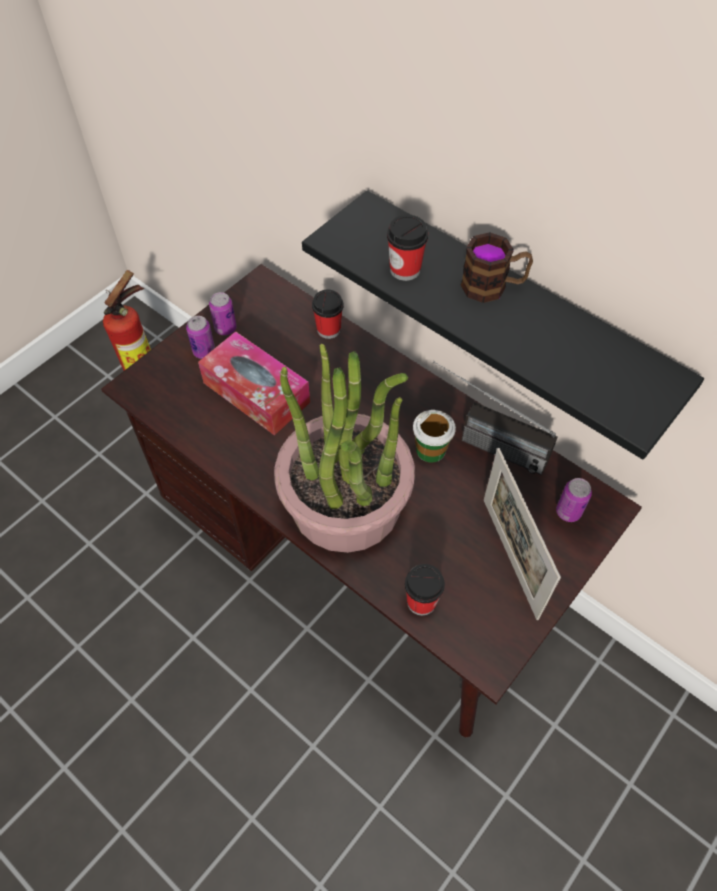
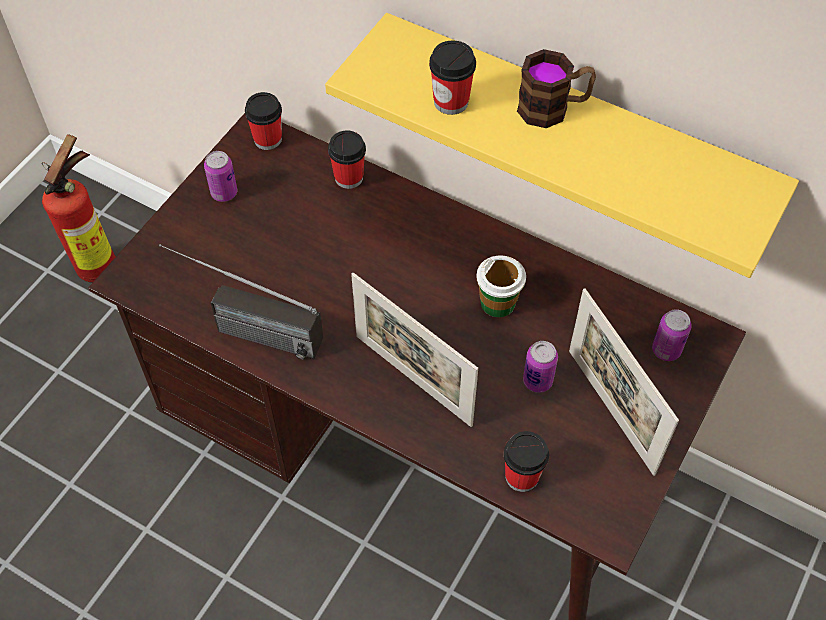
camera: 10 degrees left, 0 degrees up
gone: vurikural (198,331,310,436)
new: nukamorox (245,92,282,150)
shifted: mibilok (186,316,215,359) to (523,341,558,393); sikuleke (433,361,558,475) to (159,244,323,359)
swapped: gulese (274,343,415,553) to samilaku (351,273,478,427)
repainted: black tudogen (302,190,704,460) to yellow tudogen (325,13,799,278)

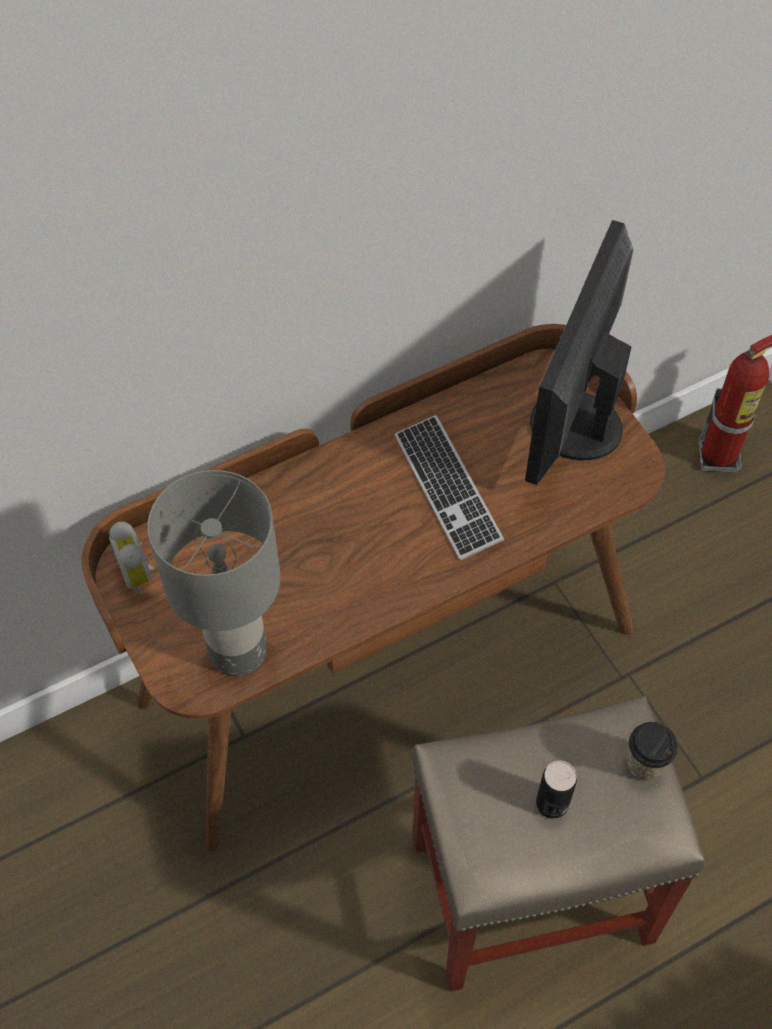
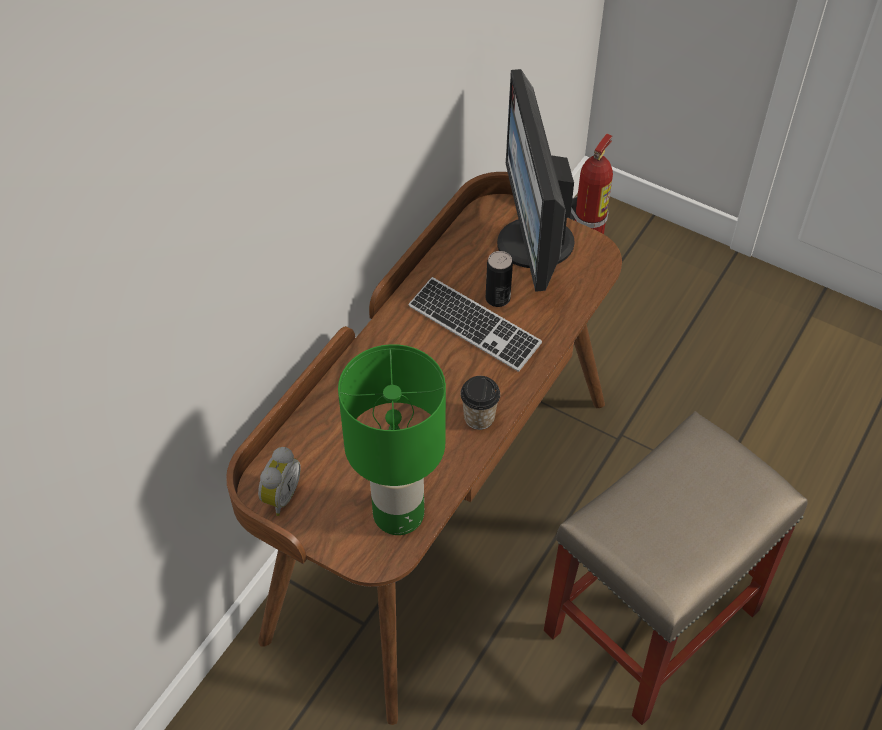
camera: 30 degrees left, 5 degrees down
shifted: mibilok (536,760,577,819) to (486,251,513,307); nukamorox (627,722,678,781) to (460,376,500,430)
repainted: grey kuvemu (147,470,281,676) to green kuvemu (338,344,446,535)
rotated: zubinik (109,521,155,597) = (258,447,301,516) 105 degrees counterclockwise

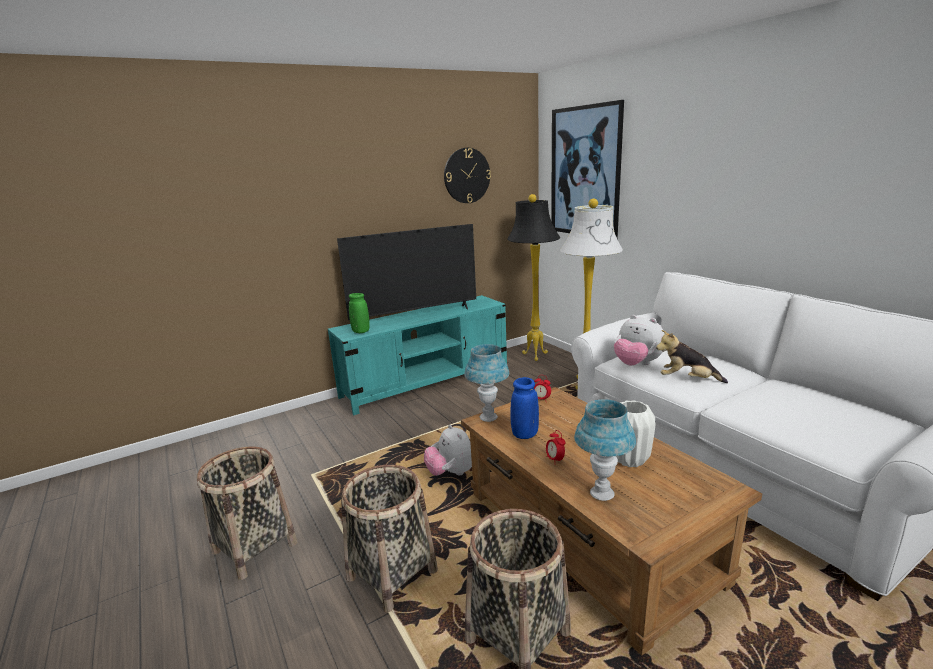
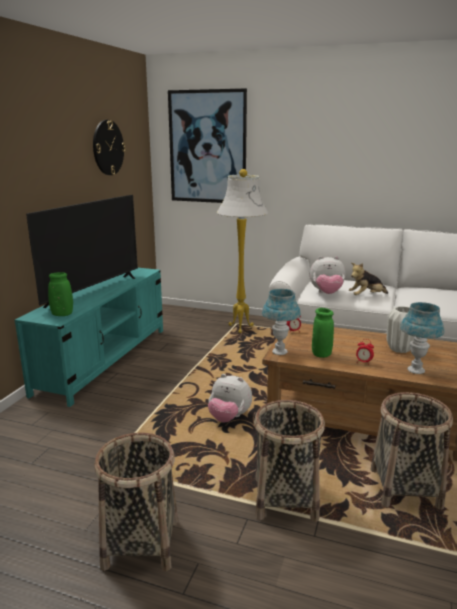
camera: 40 degrees left, 0 degrees up
gone: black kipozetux (507,194,560,361)
repainted: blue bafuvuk (510,377,539,439) to green bafuvuk (312,308,334,358)

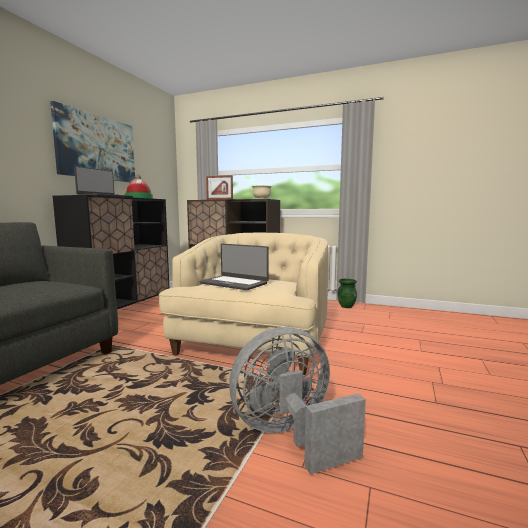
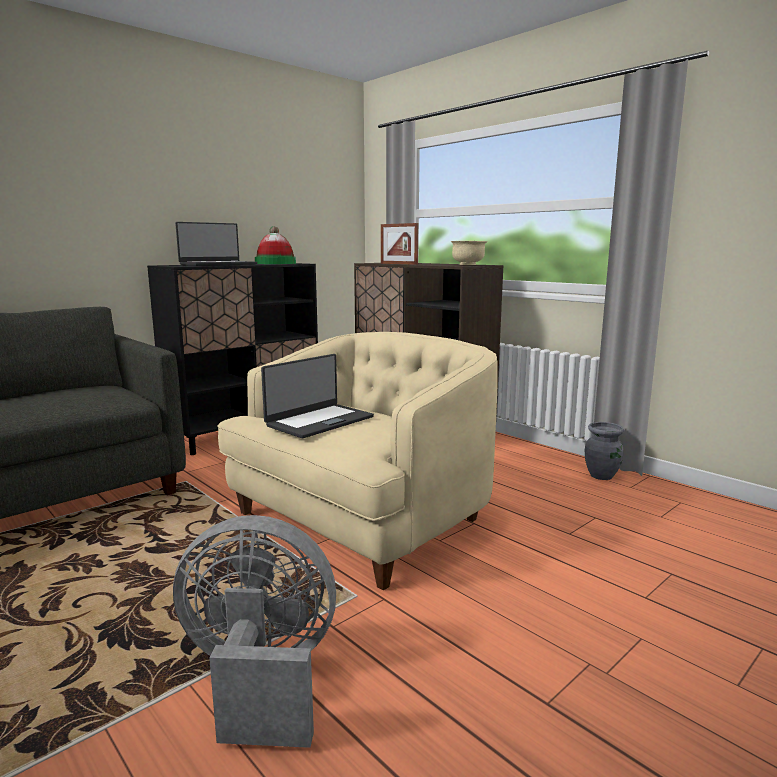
camera: 25 degrees right, 5 degrees up
gone: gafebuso (50,101,135,182)
repainted: green bafuvuk (337,278,357,308) to grey bafuvuk (585,422,624,480)
rotated: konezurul (199,244,269,290) = (261,354,374,438) 105 degrees counterclockwise

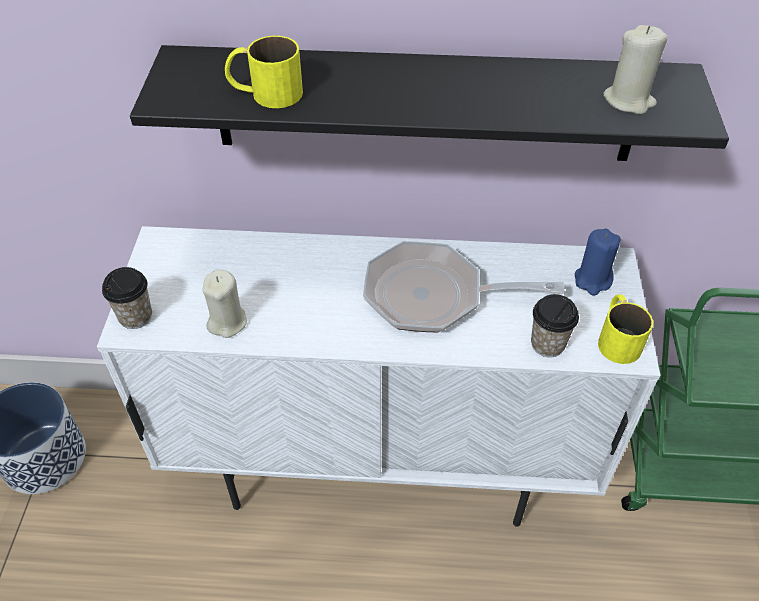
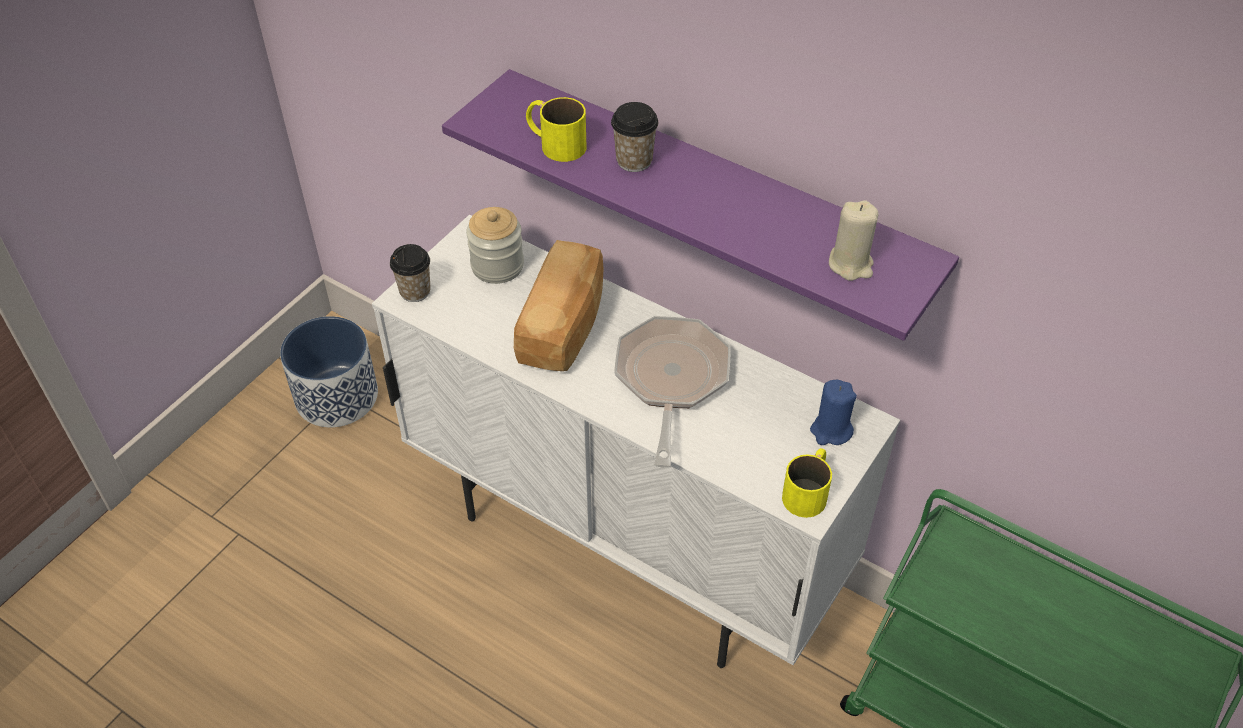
camera: 30 degrees right, 0 degrees up
gone: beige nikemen (203,269,247,338)
new: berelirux (466,207,524,284); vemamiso (514,240,603,371)
shifted: nukamorox (531,294,579,357) to (611,102,658,172)
repainted: black tudogen (130,45,729,161) to purple tudogen (442,69,959,341)
rotated: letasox (363,241,565,332) = (614,316,730,468) 60 degrees clockwise

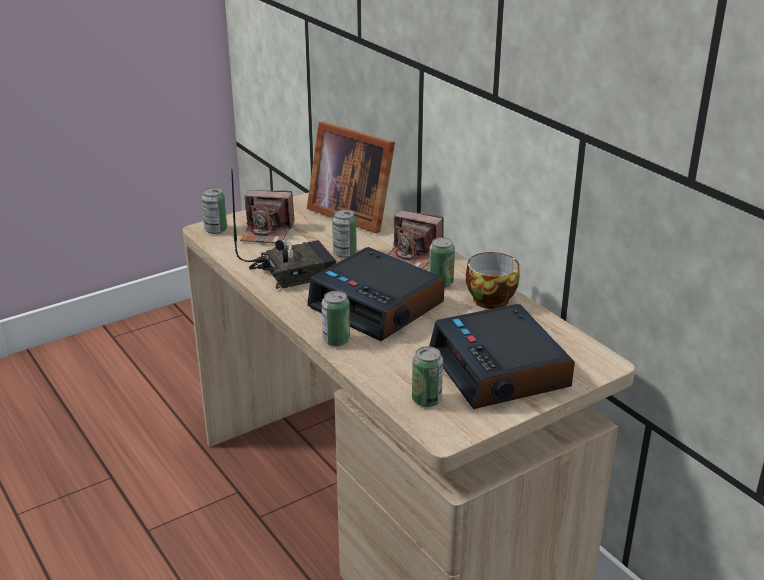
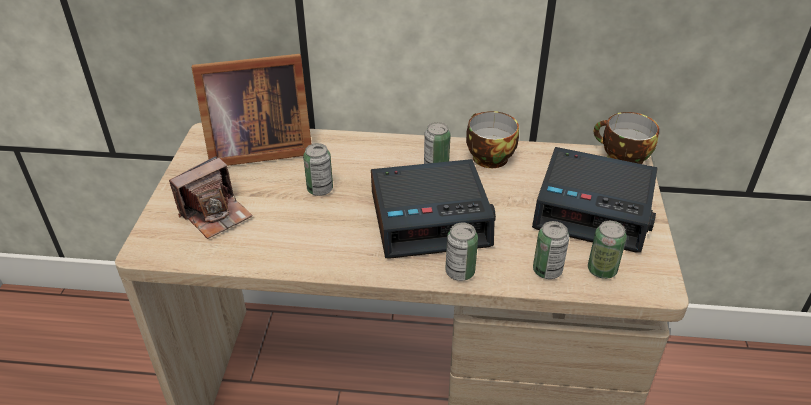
camera: 50 degrees left, 10 degrees up
gone: sikuleke (232,169,336,289); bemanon (387,210,444,269)
new: nukamorox (594,112,659,164)
shifted: mibilok (201,188,227,234) to (533,221,569,279)

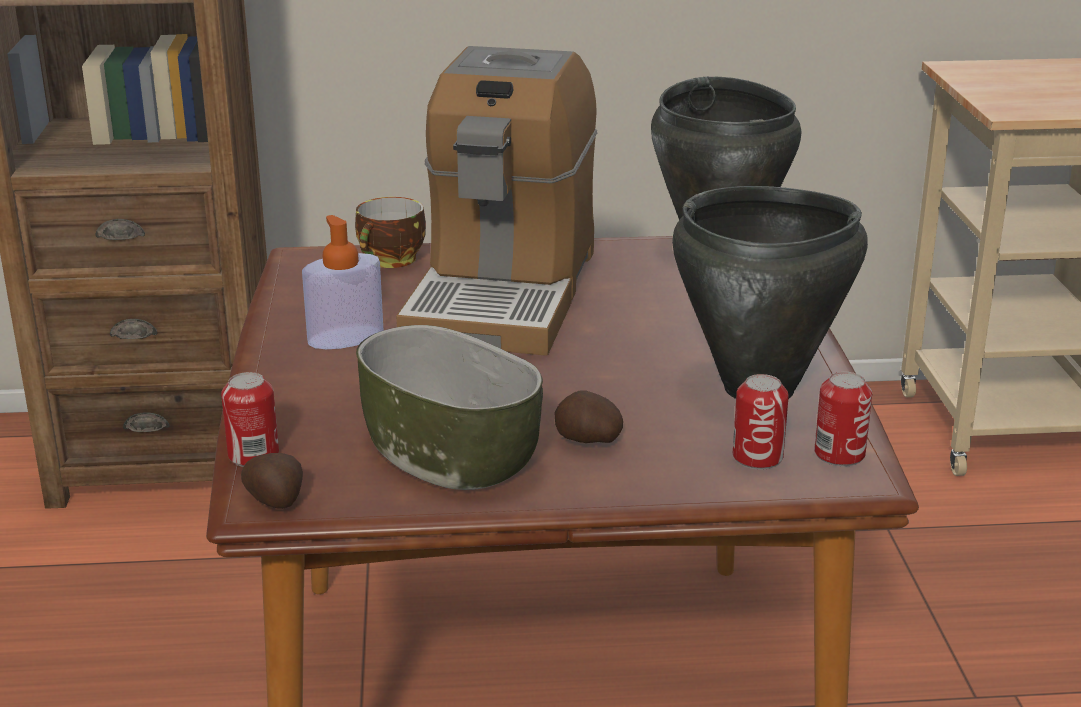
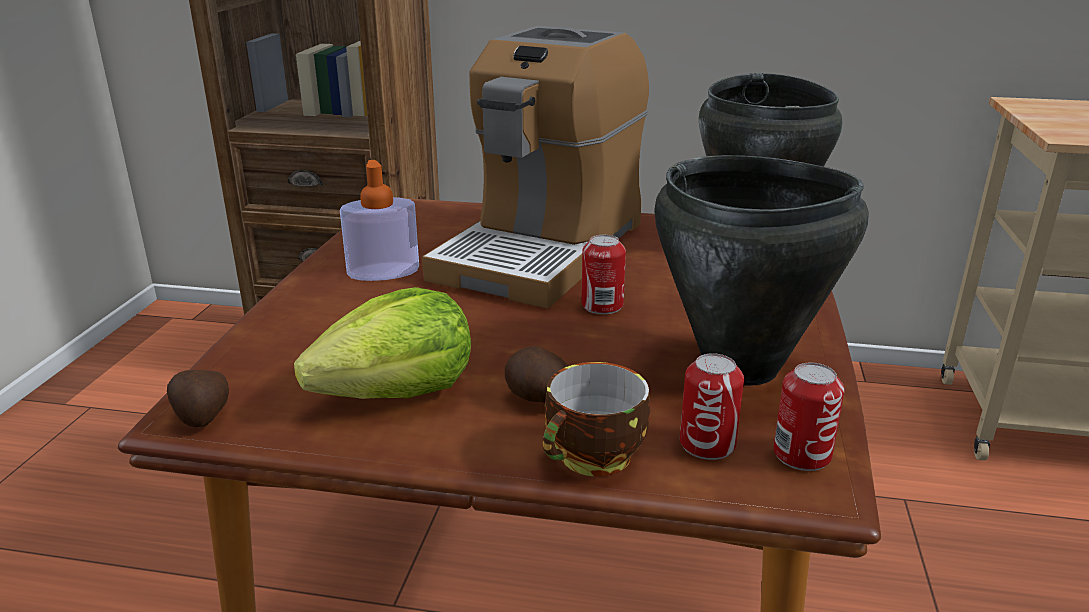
camera: 15 degrees right, 0 degrees up
shifted: mibilok (221,372,279,467) to (581,235,626,314); nukamorox (355,197,426,268) to (543,362,650,476)
swapped: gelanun (356,325,543,490) to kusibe (294,287,471,399)

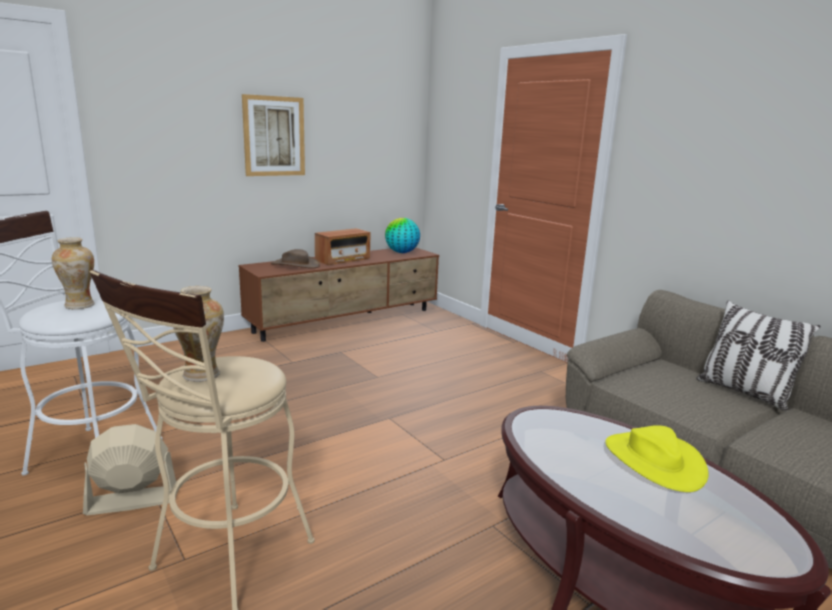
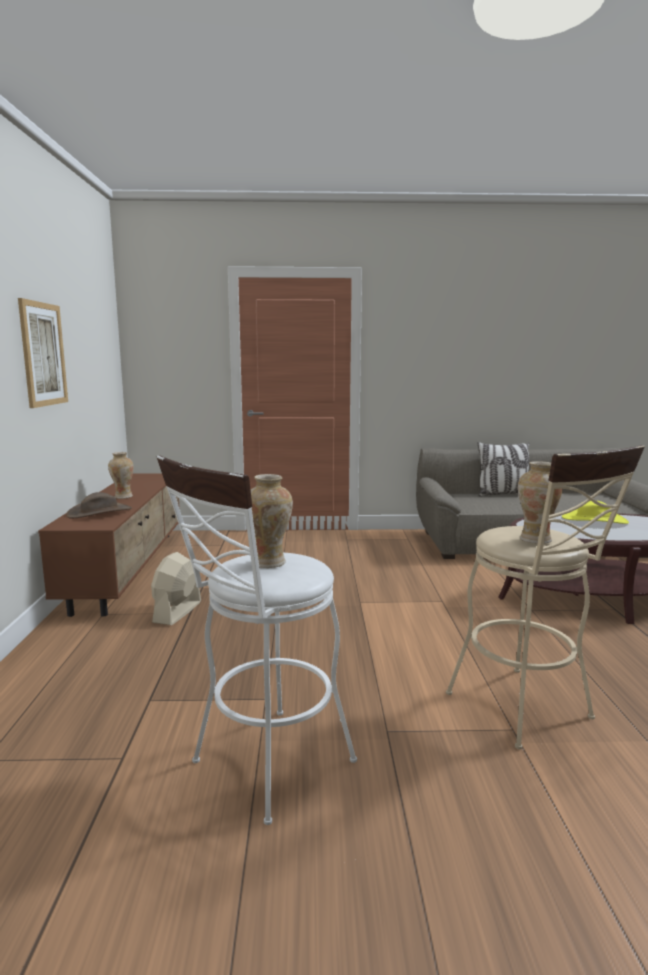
camera: 55 degrees left, 5 degrees down
gone: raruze (385,218,420,253)
shifted: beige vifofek (83,424,176,515) to (151,552,201,625)
swapped: sikuleke (315,228,371,265) to bafuvuk (108,452,134,499)

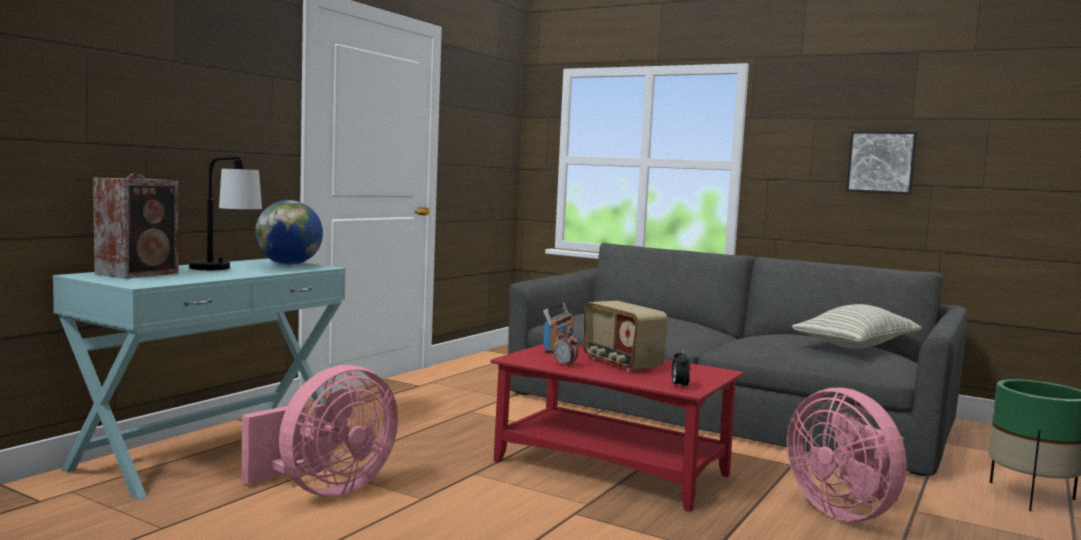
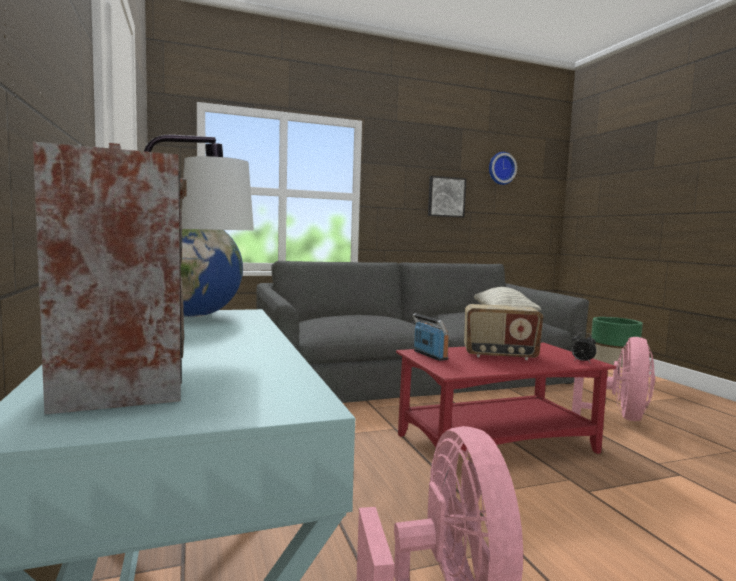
camera: 50 degrees left, 0 degrees up
gone: zubinik (553,330,578,367)
new: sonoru (489,152,517,185)
rotated: pink vifofek (787,388,907,522) = (572,337,655,421) 75 degrees counterclockwise

